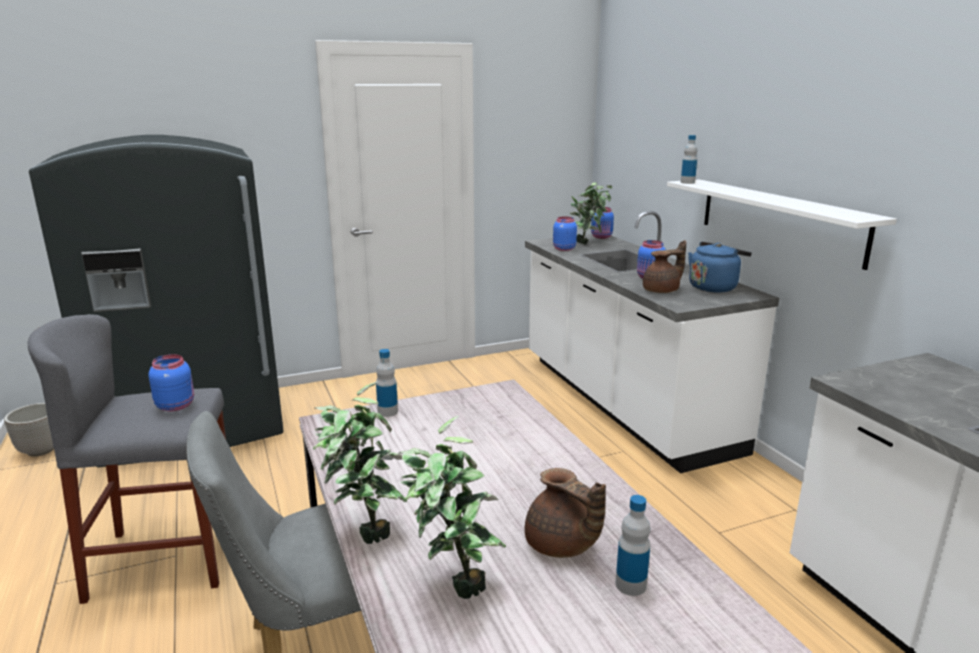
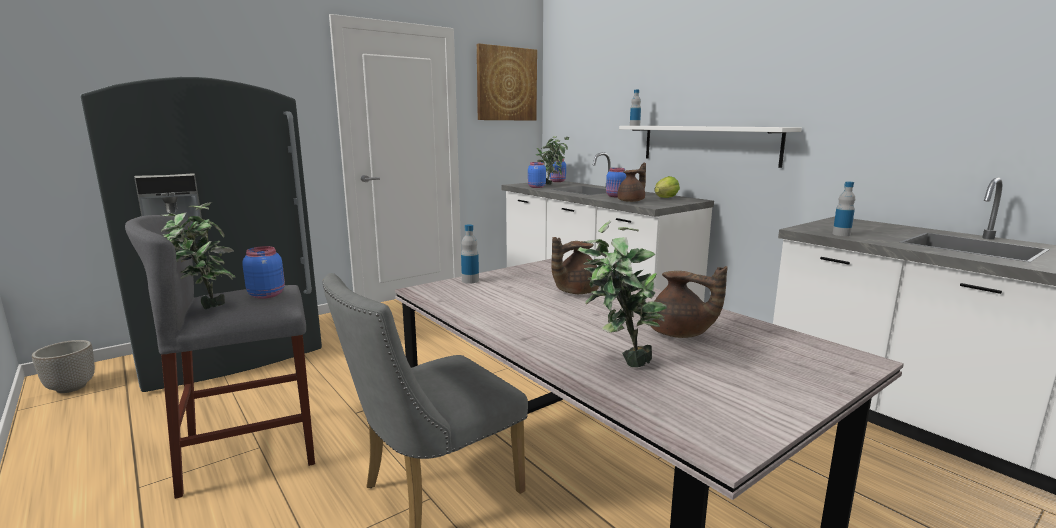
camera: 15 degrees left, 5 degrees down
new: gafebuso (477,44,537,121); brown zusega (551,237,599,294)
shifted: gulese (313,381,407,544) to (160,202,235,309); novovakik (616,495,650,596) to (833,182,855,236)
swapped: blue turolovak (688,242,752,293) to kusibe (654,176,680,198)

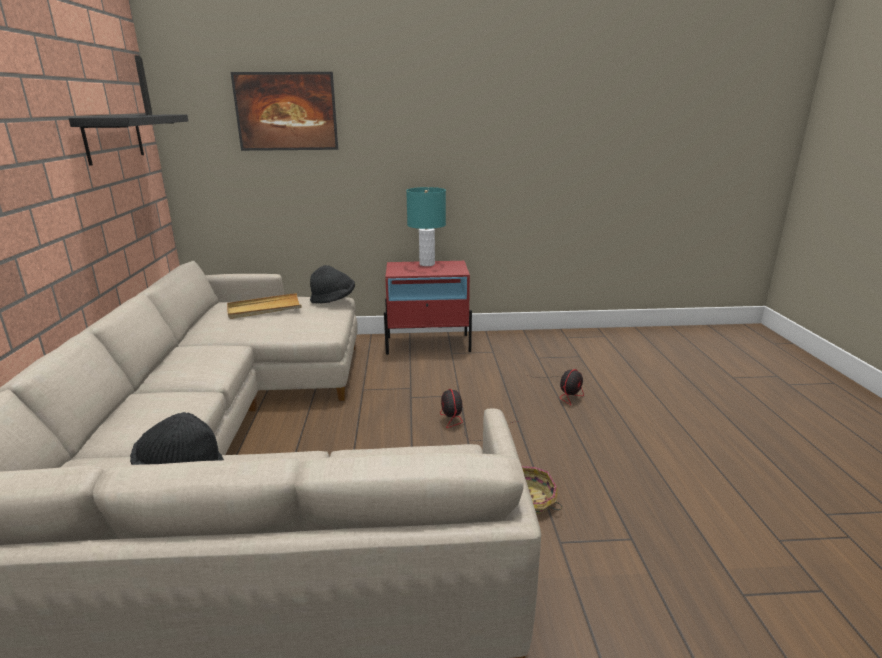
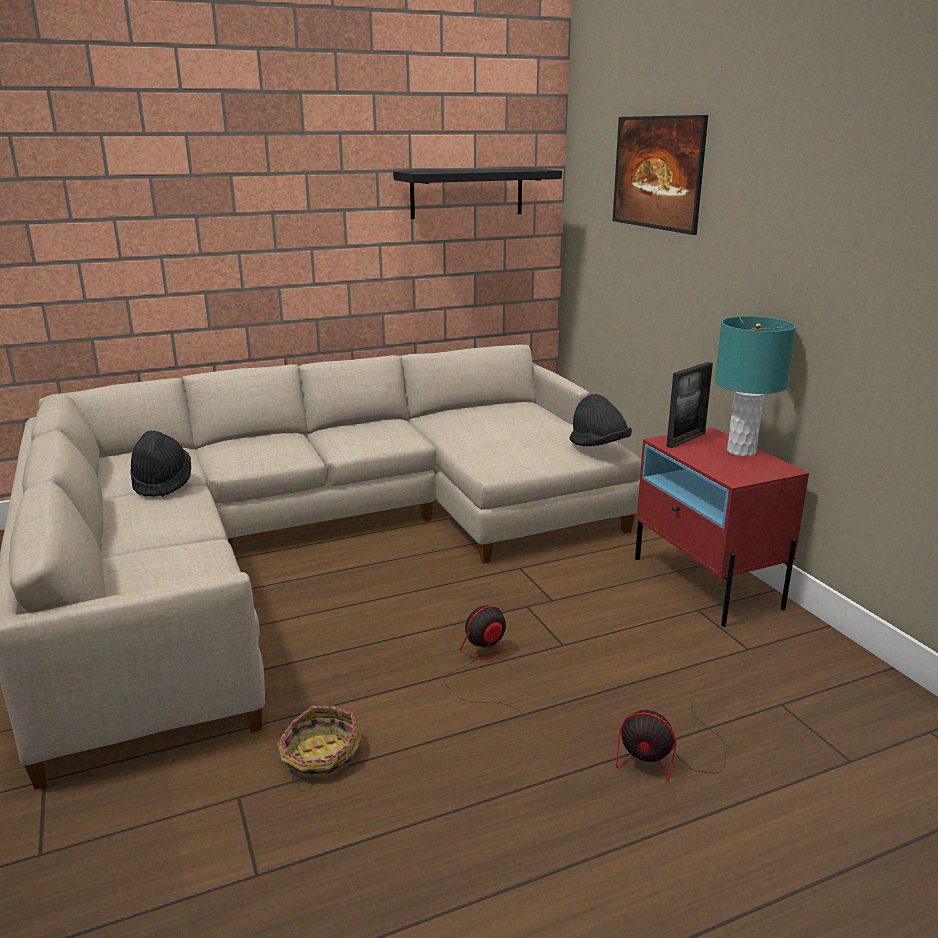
camera: 70 degrees right, 0 degrees up
gone: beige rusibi (227,293,302,319)
shifted: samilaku (134,55,152,115) to (666,362,713,448)

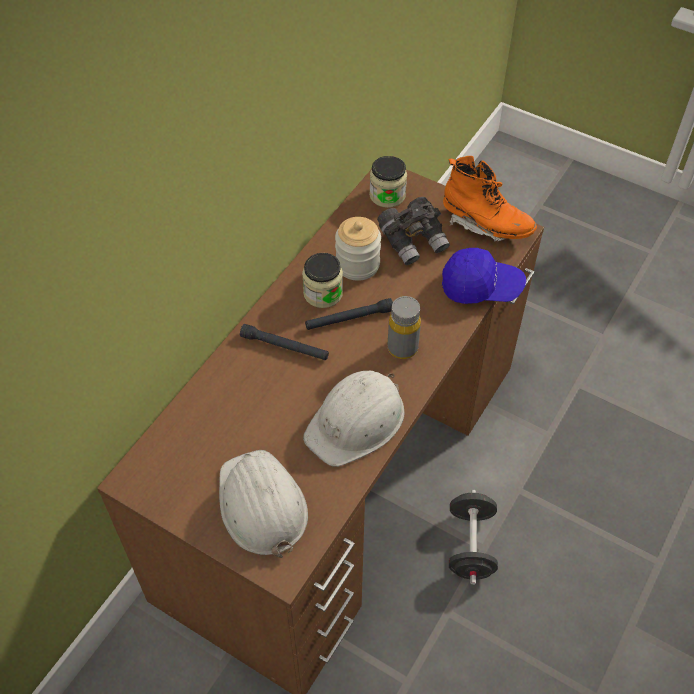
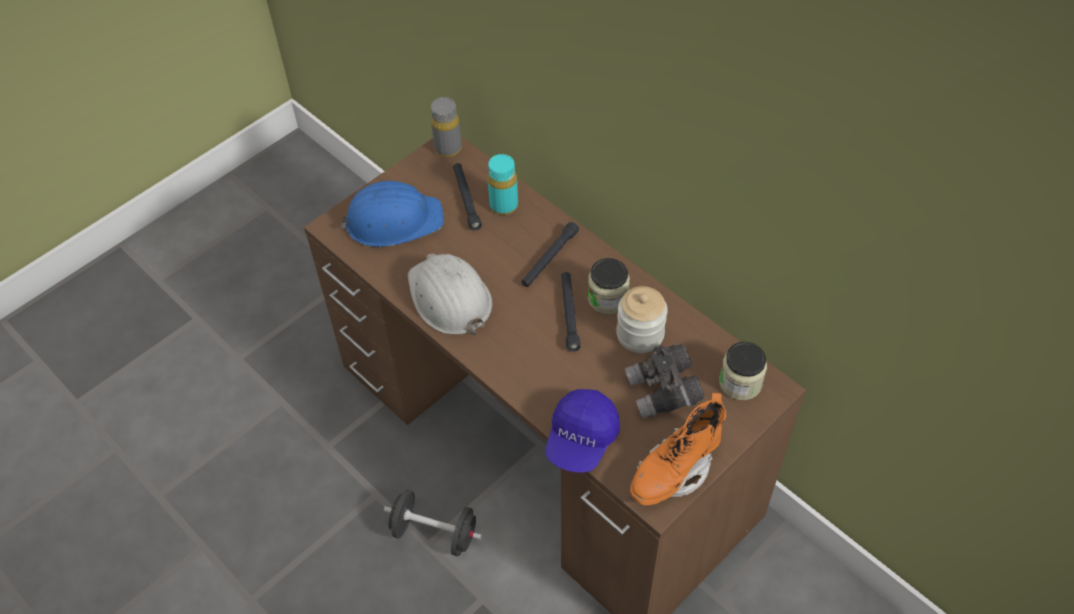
camera: 105 degrees right, 0 degrees up
new: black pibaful (453,163,482,231); turquoise novovakik (488,154,518,215)
shifted: grey novovakik (388,296,421,359) to (431,97,462,157)
repainted: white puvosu (219,450,308,558) to blue puvosu (338,181,444,247)

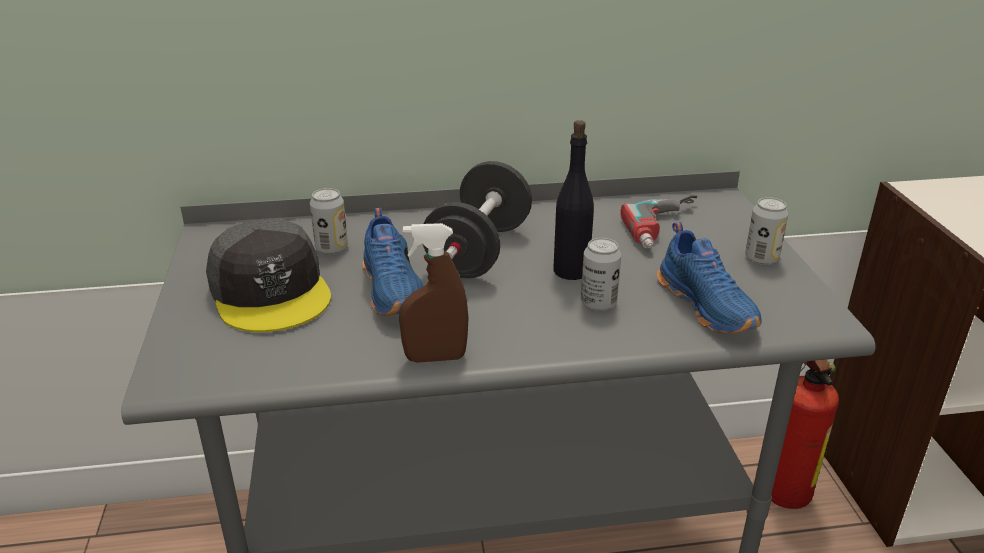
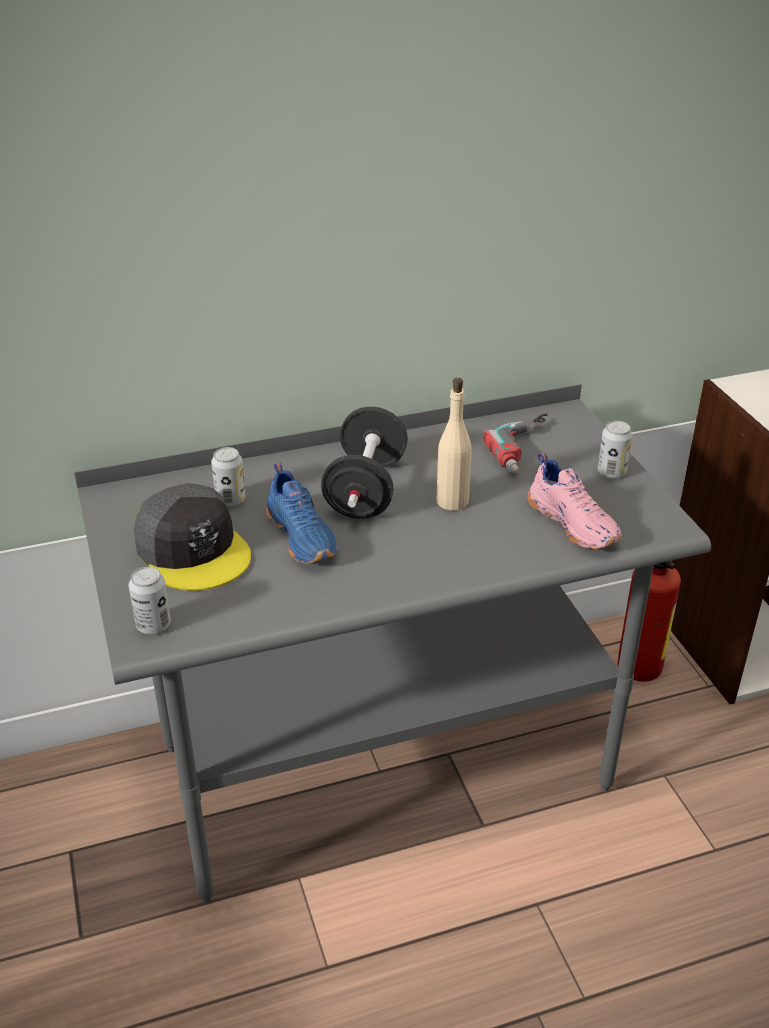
camera: 10 degrees left, 5 degrees up
gone: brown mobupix (399,223,468,363)
shifted: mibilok (581,238,621,311) to (129,567,171,634)
repainted: black novovakik (553,120,594,280) to beige novovakik (436,378,472,511); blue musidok (657,222,762,334) to pink musidok (527,453,622,549)

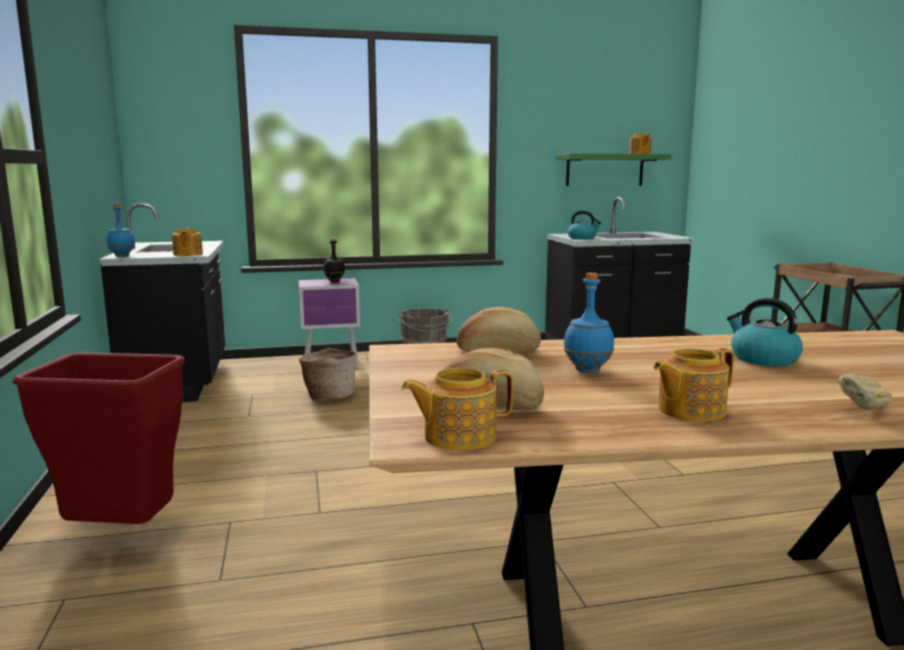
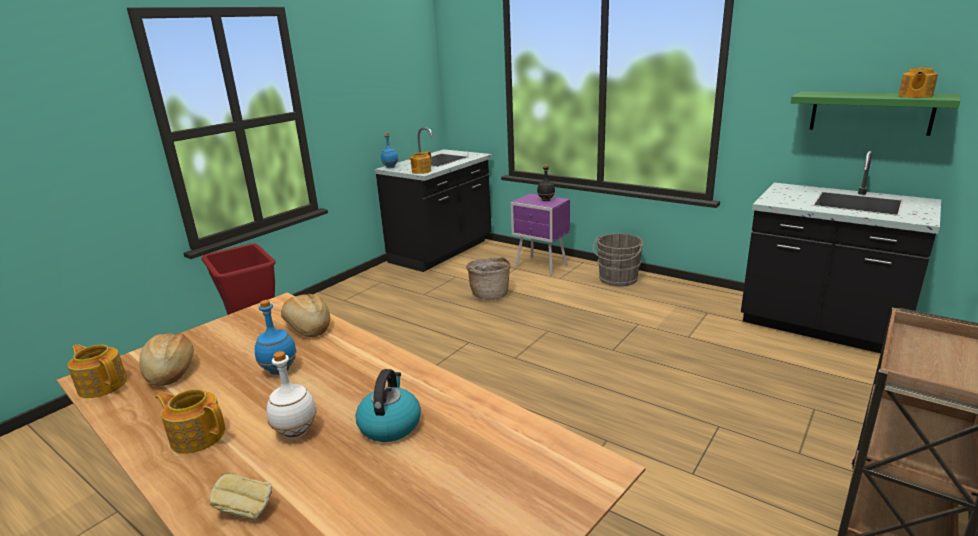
camera: 50 degrees right, 10 degrees up
gone: turolovak (568,211,602,239)
new: white novovakik (267,351,316,439)

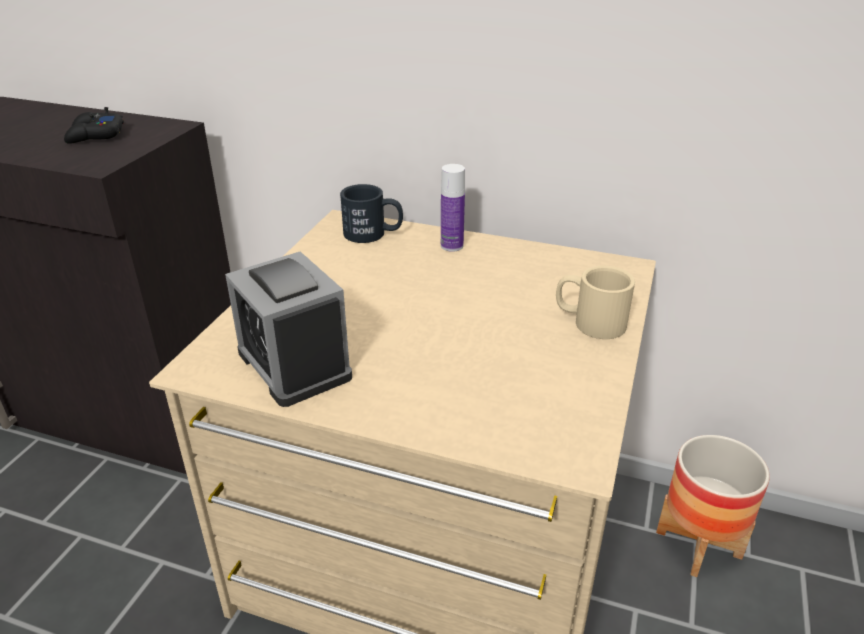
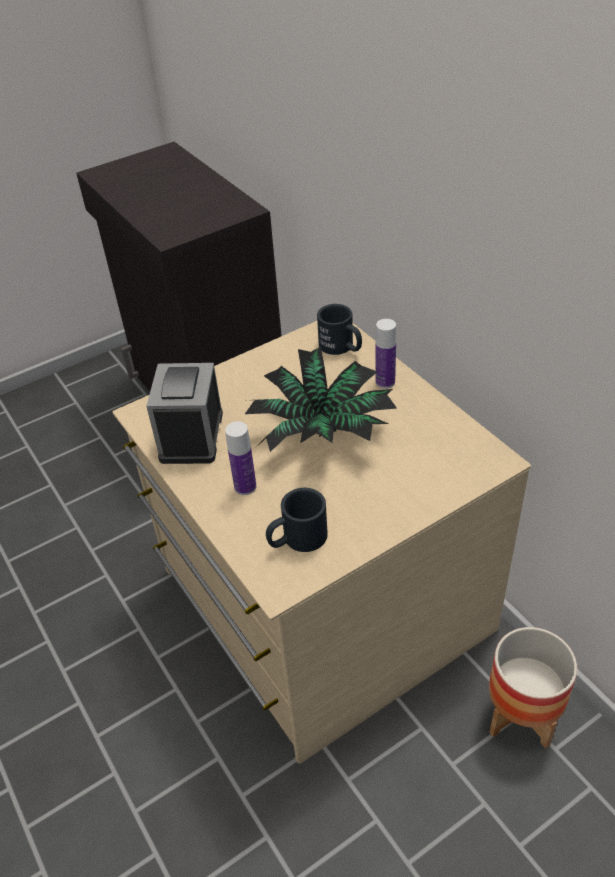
camera: 40 degrees right, 10 degrees up
gone: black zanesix (64,107,124,144); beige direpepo (556,265,635,339)
new: novovakik (225,421,256,495); gulese (245,346,397,452); black direpepo (266,488,328,552)

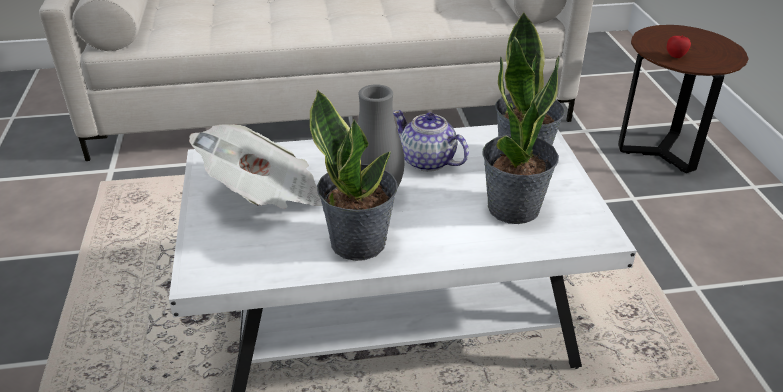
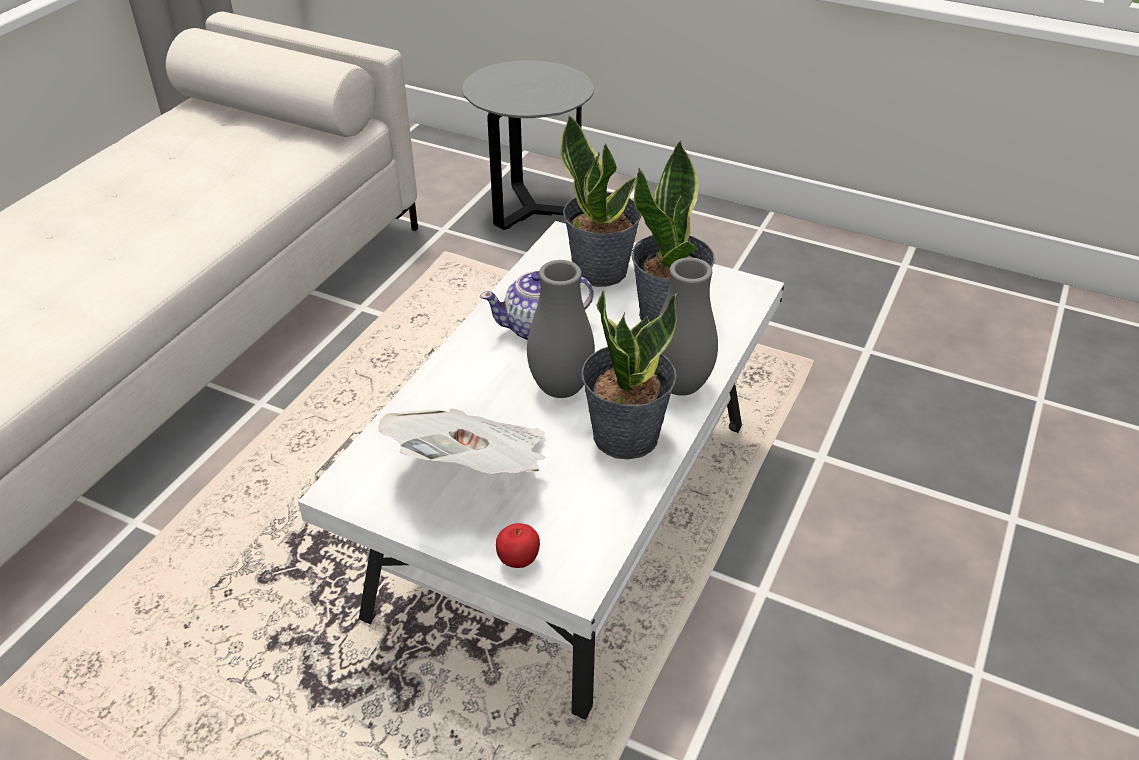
camera: 55 degrees left, 5 degrees up
new: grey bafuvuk (658,257,718,396)
shifted: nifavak (667,35,691,58) to (496,523,540,568)
repainted: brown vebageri (618,25,748,173) to grey vebageri (462,60,594,230)

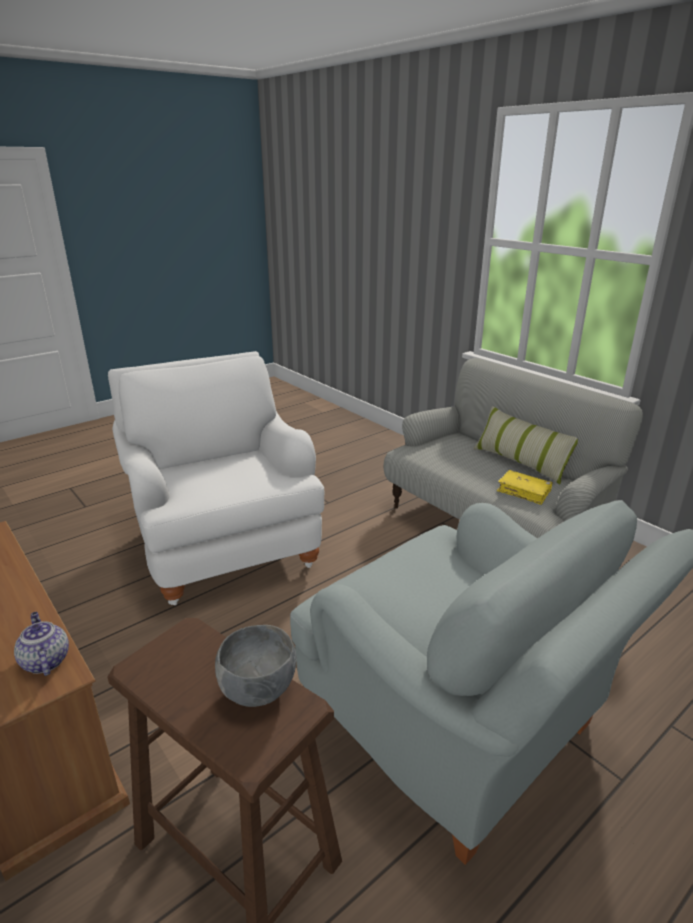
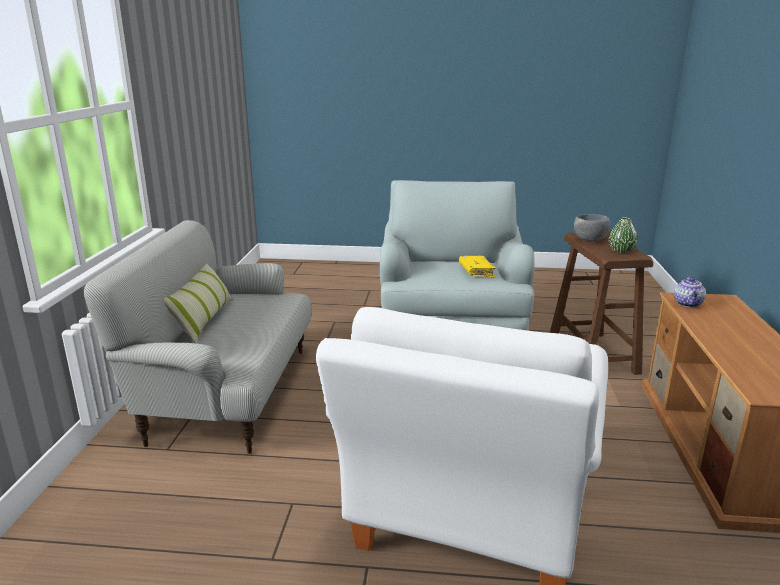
camera: 135 degrees left, 5 degrees down
new: green bafuvuk (609,217,637,253)
shifted: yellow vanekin (497,470,553,505) to (459,256,496,278)

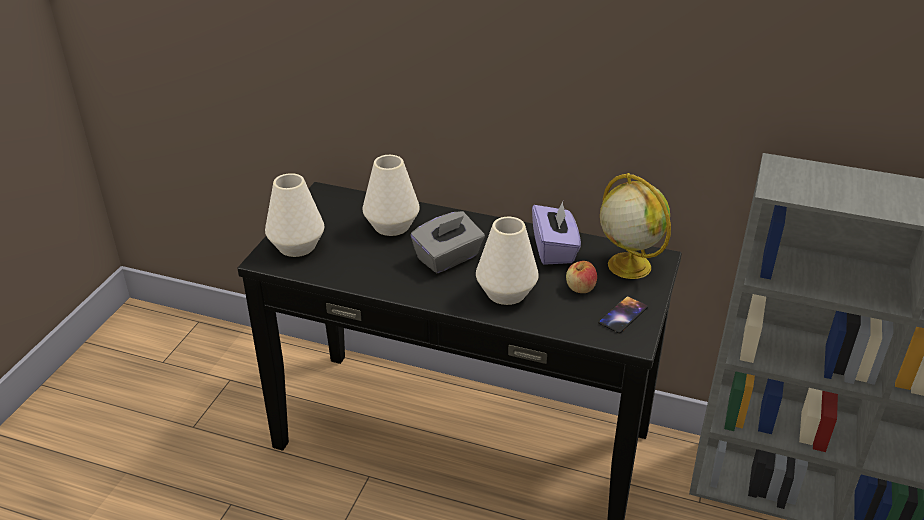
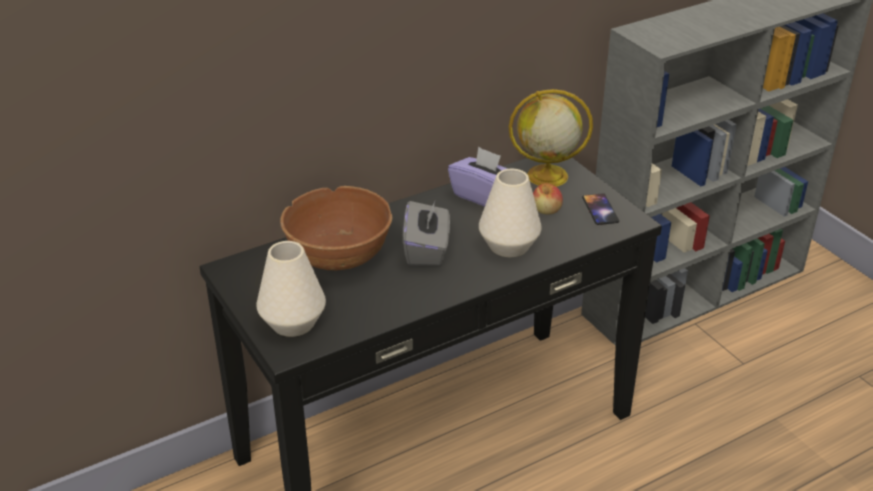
camera: 50 degrees left, 0 degrees up
swapped: white bafuvuk (363,155,420,236) to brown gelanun (280,186,393,271)

